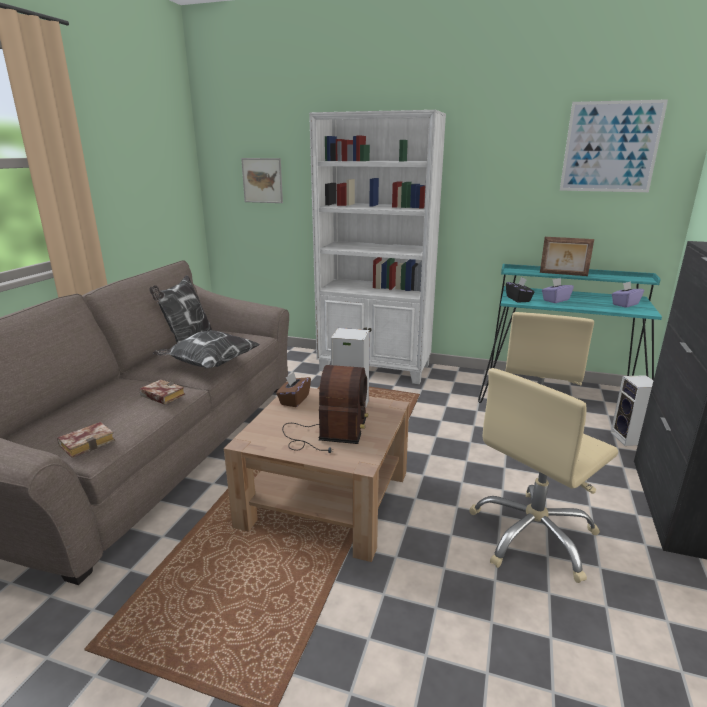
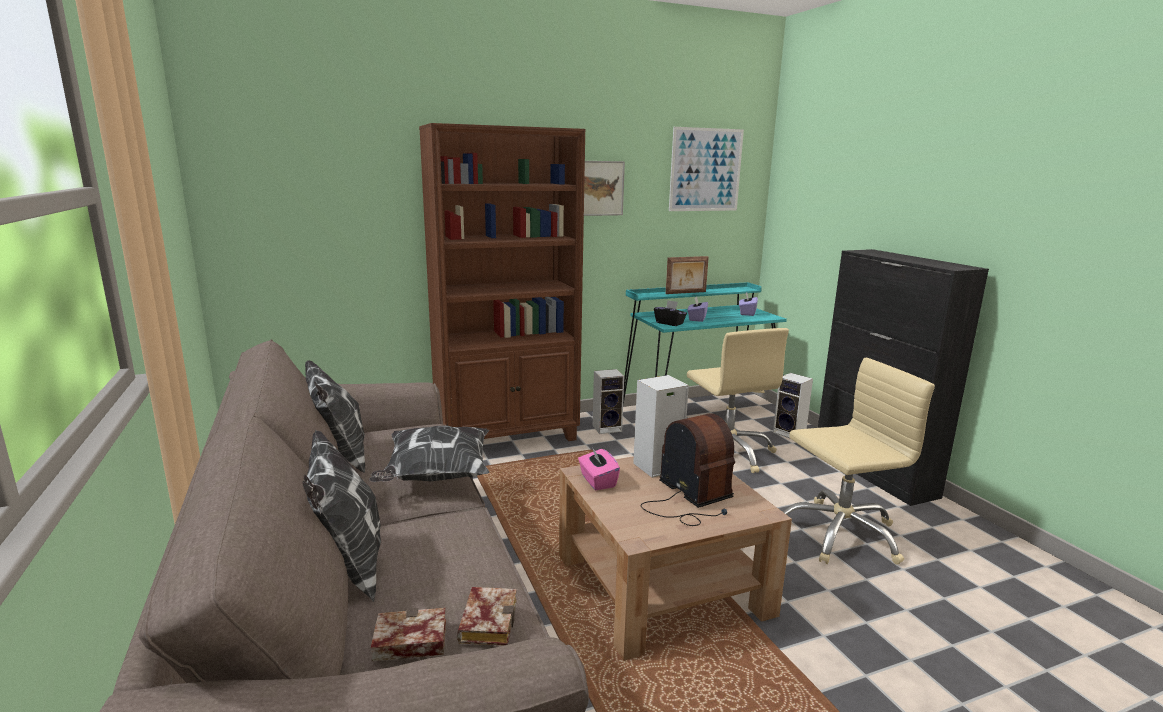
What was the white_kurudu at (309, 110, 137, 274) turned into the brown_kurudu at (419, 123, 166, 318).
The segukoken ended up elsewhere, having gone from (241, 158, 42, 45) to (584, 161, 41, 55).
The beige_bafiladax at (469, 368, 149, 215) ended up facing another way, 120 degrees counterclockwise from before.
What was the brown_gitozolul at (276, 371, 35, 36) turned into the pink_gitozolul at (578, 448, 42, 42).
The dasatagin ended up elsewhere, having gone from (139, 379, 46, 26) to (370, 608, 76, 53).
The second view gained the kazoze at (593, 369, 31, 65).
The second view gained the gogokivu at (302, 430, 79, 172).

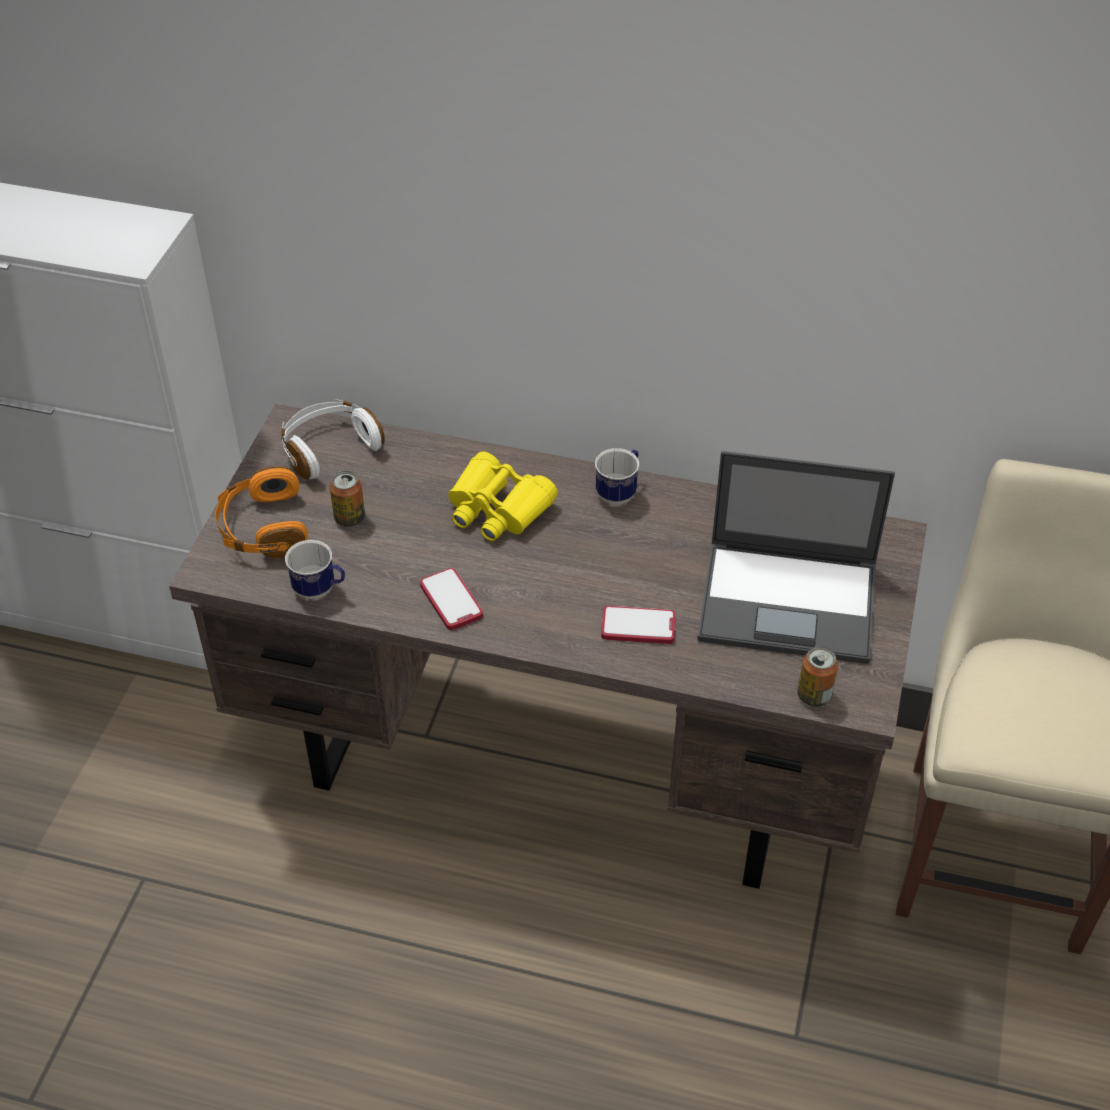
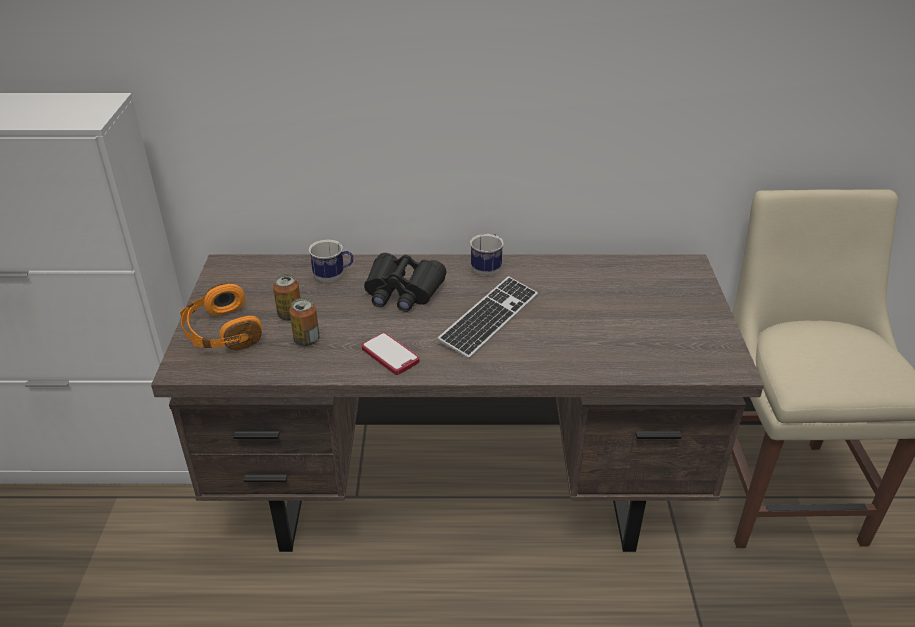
The second view lost the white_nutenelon at (281, 399, 104, 80).
The second view lost the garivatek at (697, 451, 198, 213).
What was the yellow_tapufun at (448, 452, 110, 89) turned into the black_tapufun at (364, 253, 83, 59).
The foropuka ended up elsewhere, having gone from (285, 540, 60, 59) to (309, 240, 44, 42).
The second view lost the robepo at (601, 606, 75, 38).
The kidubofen ended up elsewhere, having gone from (797, 646, 41, 61) to (289, 298, 31, 48).
The second view gained the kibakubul at (437, 276, 101, 83).

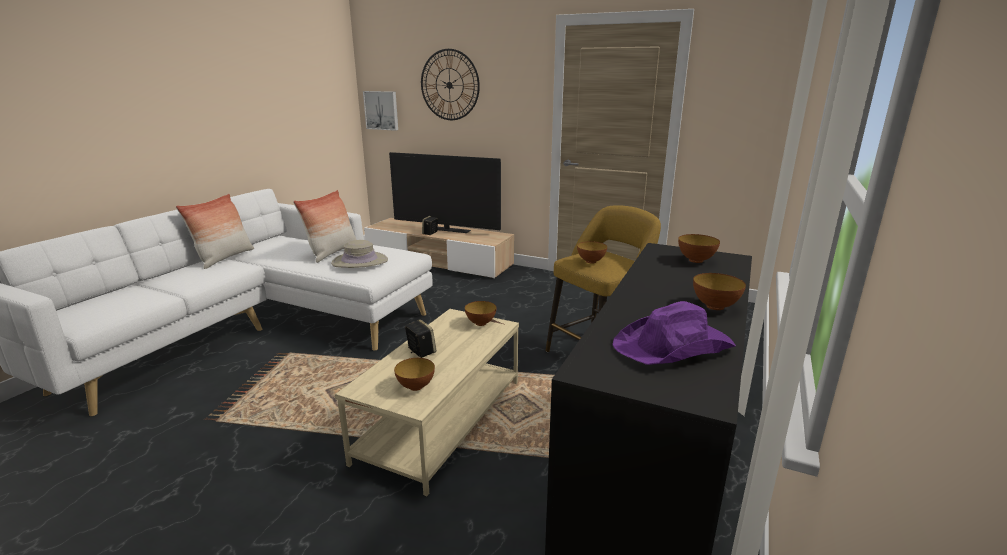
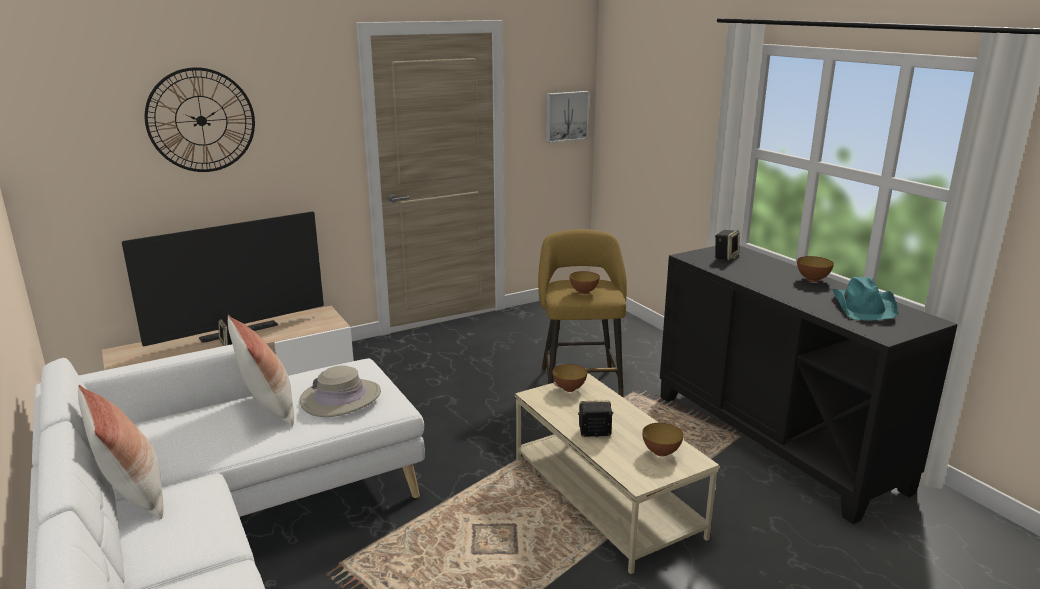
The segukoken ended up elsewhere, having gone from (363, 91, 35, 40) to (546, 91, 44, 52).
Where the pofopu stood at (678, 234, 42, 29), the kazoze came to stand at (715, 230, 24, 30).
What was the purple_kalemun at (612, 301, 124, 64) turned into the turquoise_kalemun at (832, 277, 66, 44).

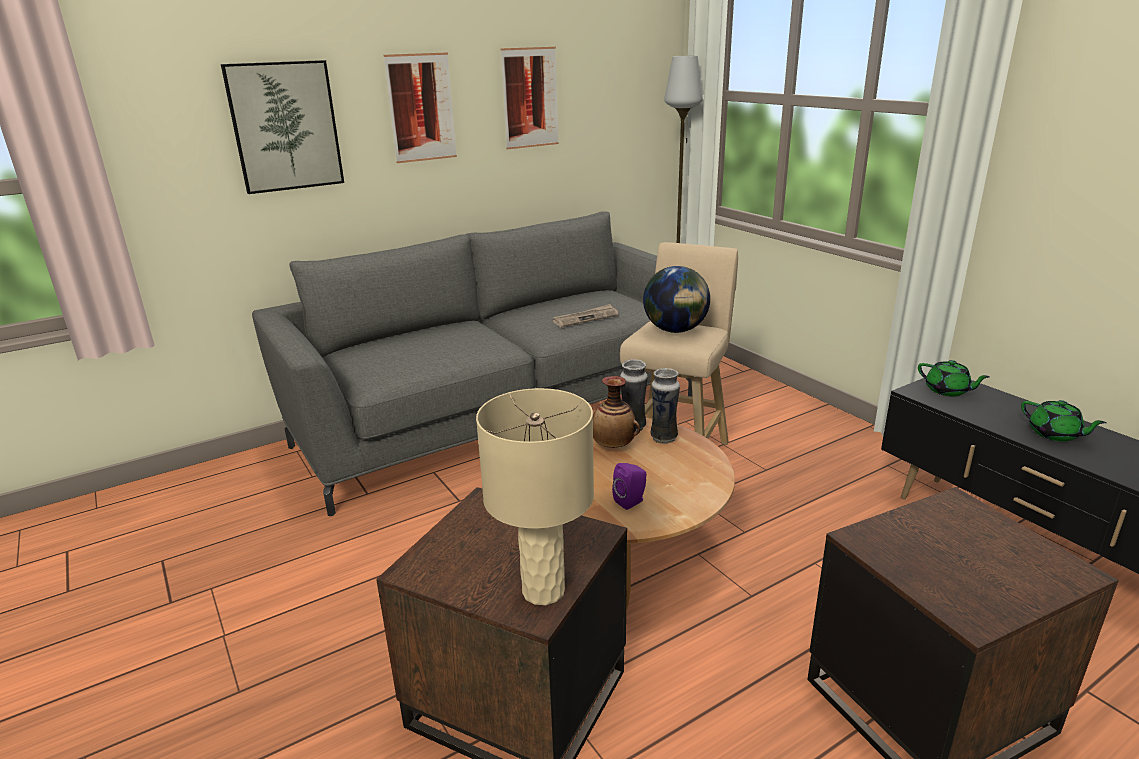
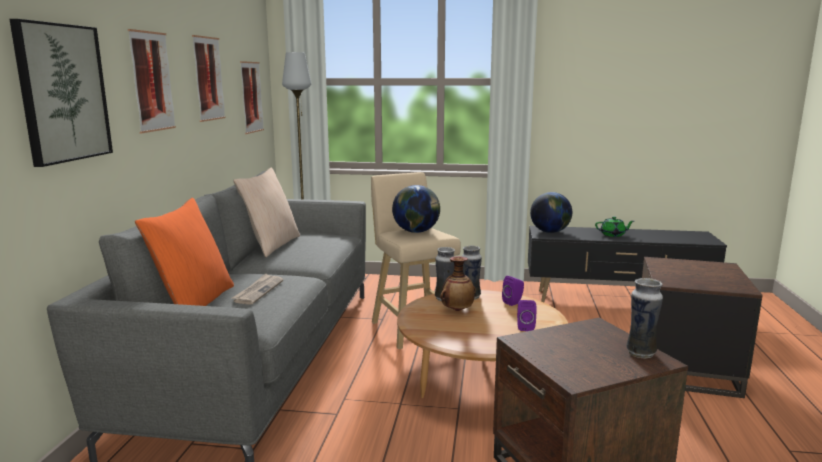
The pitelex ended up elsewhere, having gone from (552, 304, 66, 23) to (232, 274, 51, 31).
Where the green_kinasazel stood at (918, 360, 72, 36), the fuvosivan came to stand at (530, 192, 42, 41).
Where the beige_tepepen stood at (476, 388, 118, 217), the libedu came to stand at (626, 278, 37, 81).
The second view gained the segukoken at (240, 61, 24, 73).
The second view gained the beige_gogokivu at (233, 167, 67, 90).
The second view gained the orange_gogokivu at (135, 198, 99, 108).
The second view gained the purple_kazoze at (502, 276, 22, 30).

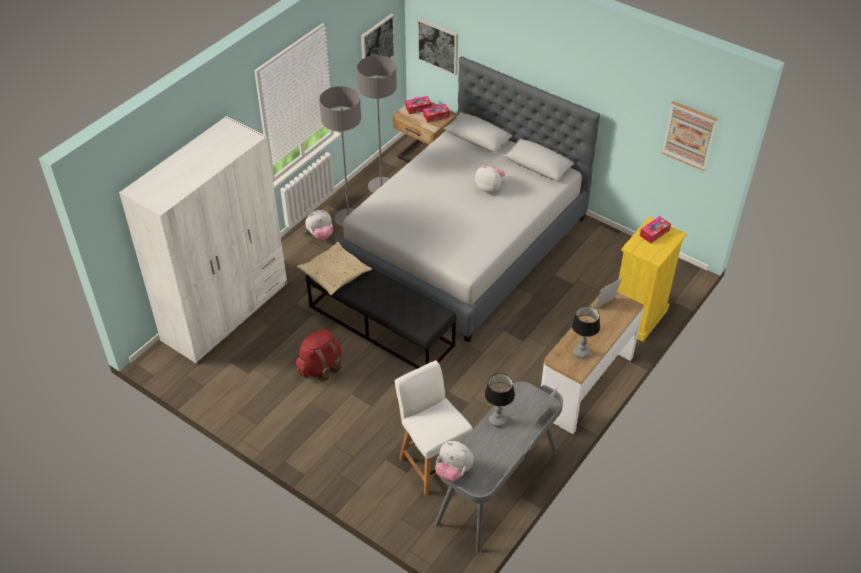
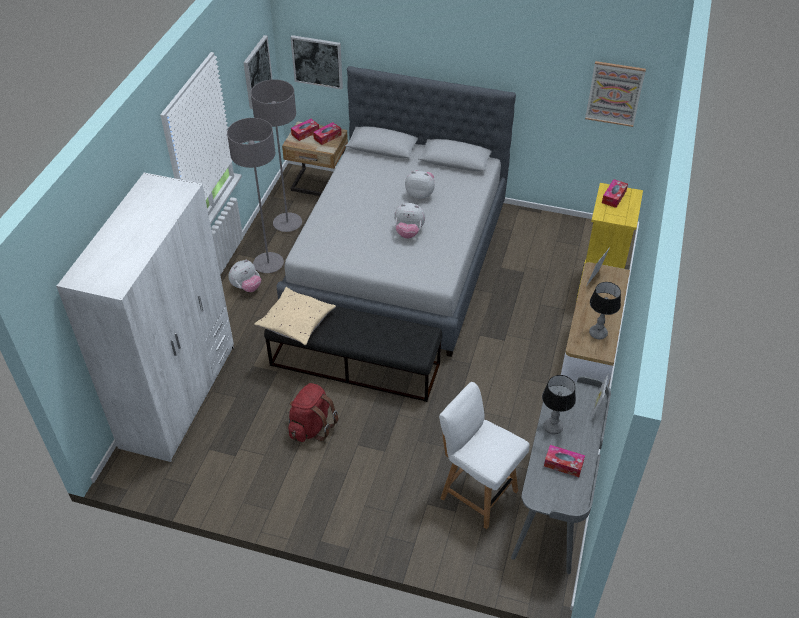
The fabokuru ended up elsewhere, having gone from (435, 441, 39, 41) to (394, 203, 31, 36).
The second view gained the gitozolul at (544, 445, 41, 32).

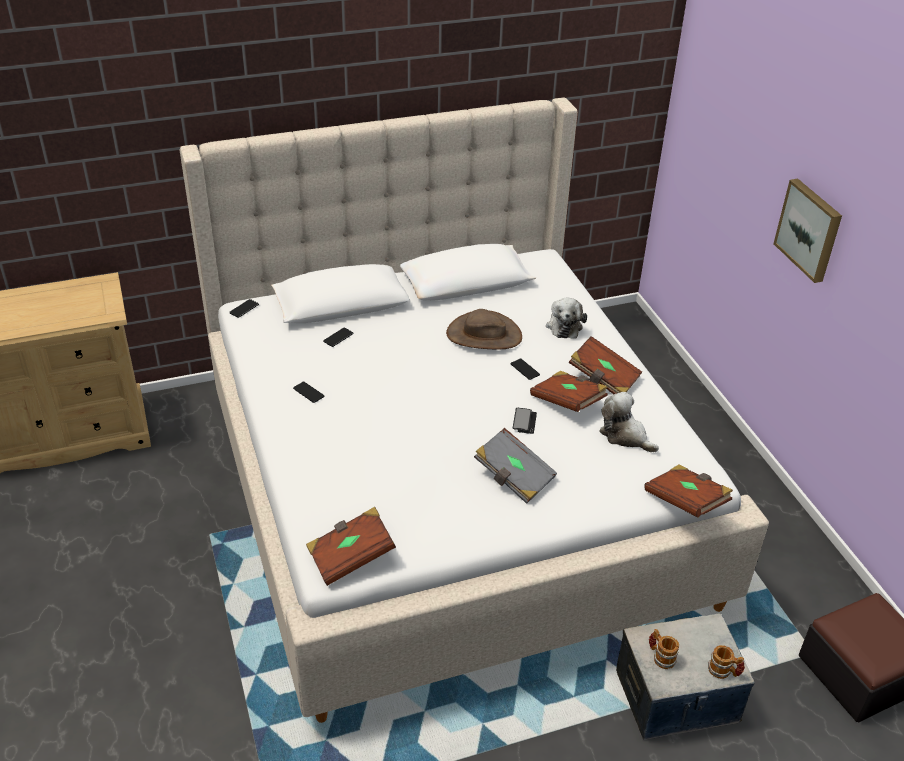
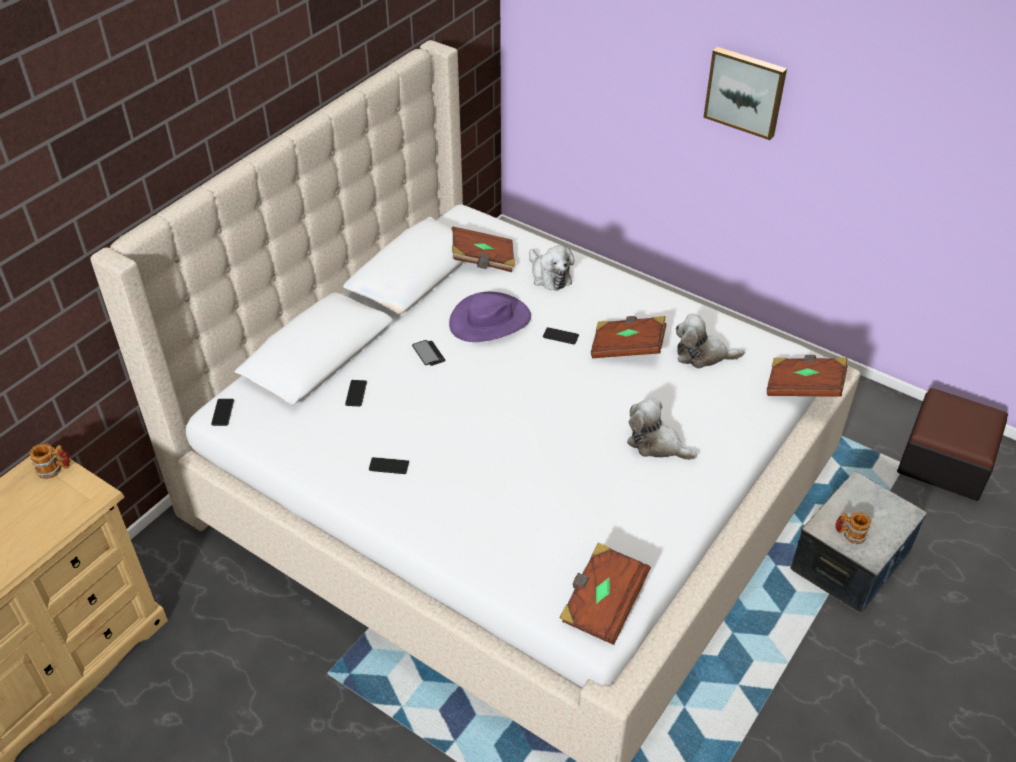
What was the brown_kalemun at (446, 309, 76, 40) turned into the purple_kalemun at (449, 292, 82, 50).
The brown_dasatagin ended up elsewhere, having gone from (568, 336, 74, 58) to (452, 227, 63, 45).
The robepo ended up elsewhere, having gone from (513, 408, 24, 26) to (412, 340, 33, 26).
Where the grey_dasatagin stood at (474, 428, 83, 76), the fabokuru came to stand at (627, 397, 70, 63).
The foropuka ended up elsewhere, having gone from (708, 645, 37, 34) to (30, 443, 40, 36).

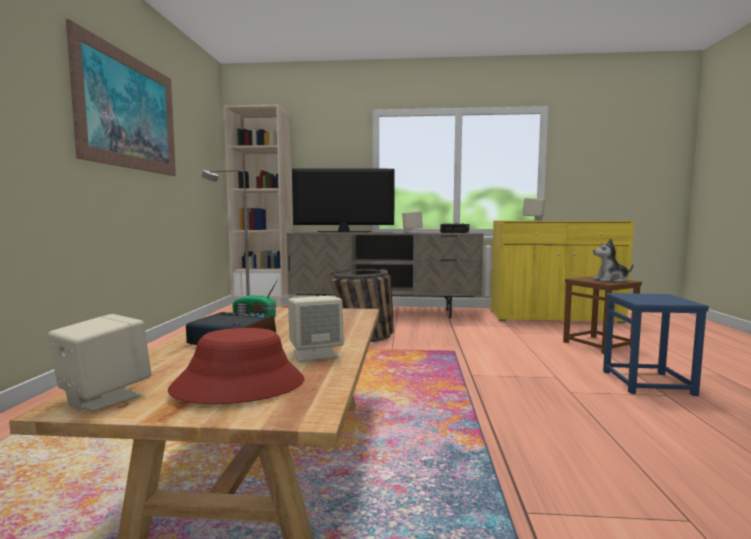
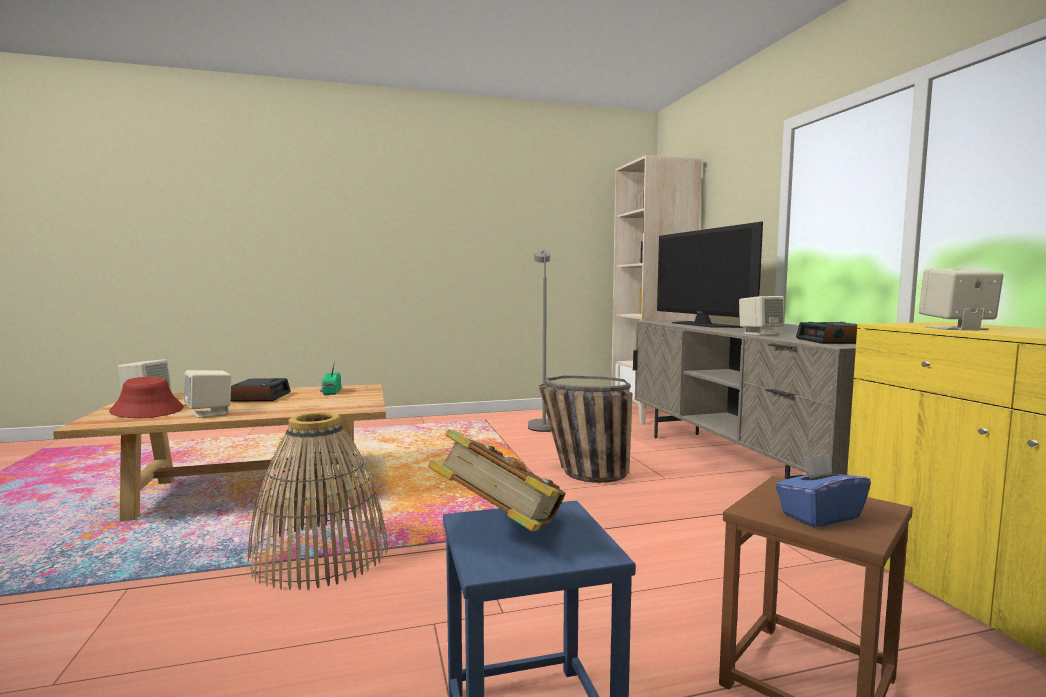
The second view lost the segukoken at (66, 19, 110, 157).
Where the fabokuru stood at (592, 239, 42, 43), the blue_gitozolul came to stand at (775, 453, 96, 74).
The second view gained the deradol at (247, 412, 141, 178).
The second view gained the dasatagin at (428, 429, 138, 102).

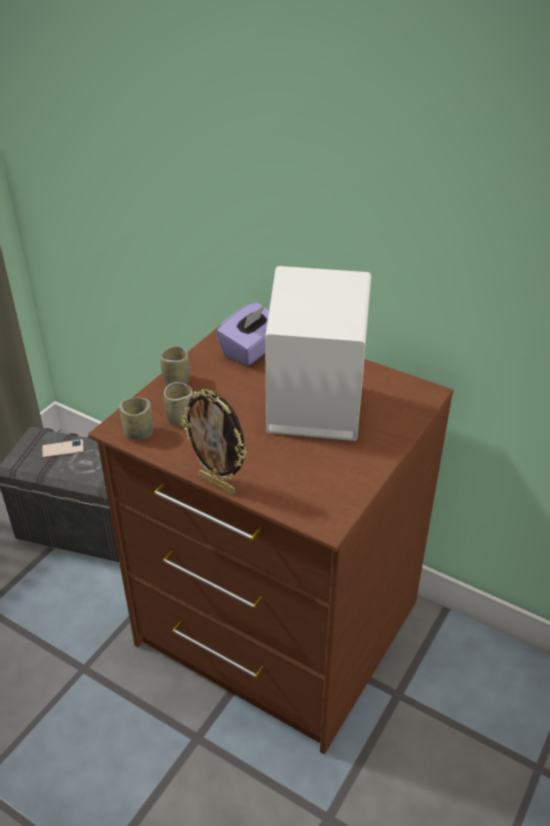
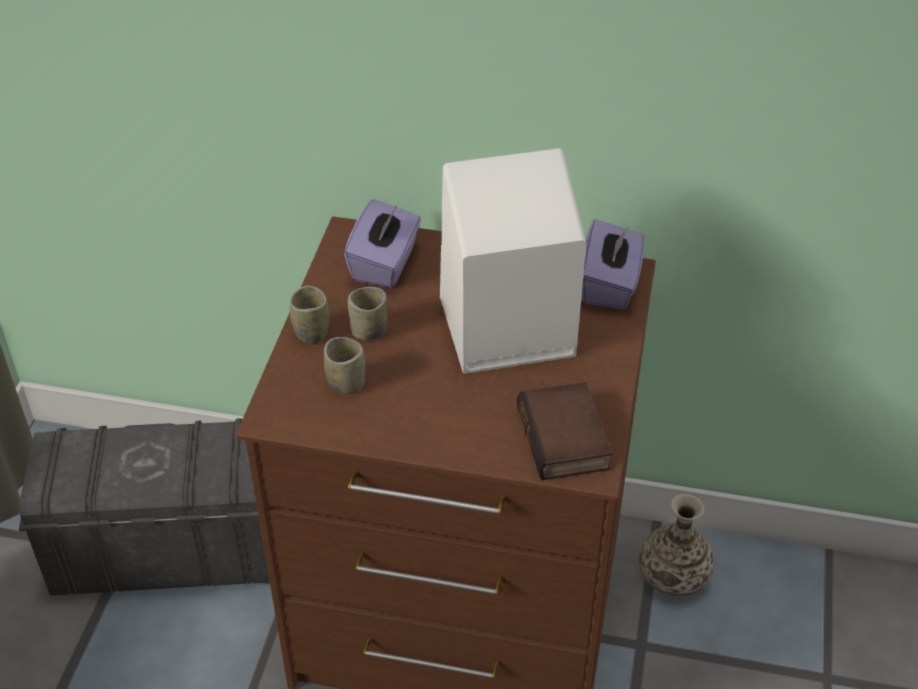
The second view lost the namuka at (180, 389, 67, 106).
The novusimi ended up elsewhere, having gone from (119, 397, 34, 43) to (348, 287, 39, 53).
The second view lost the robepo at (42, 439, 42, 19).
The second view gained the purple_gitozolul at (582, 219, 62, 90).
The second view gained the dasatagin at (517, 382, 95, 98).
The second view gained the libedu at (639, 494, 75, 102).

